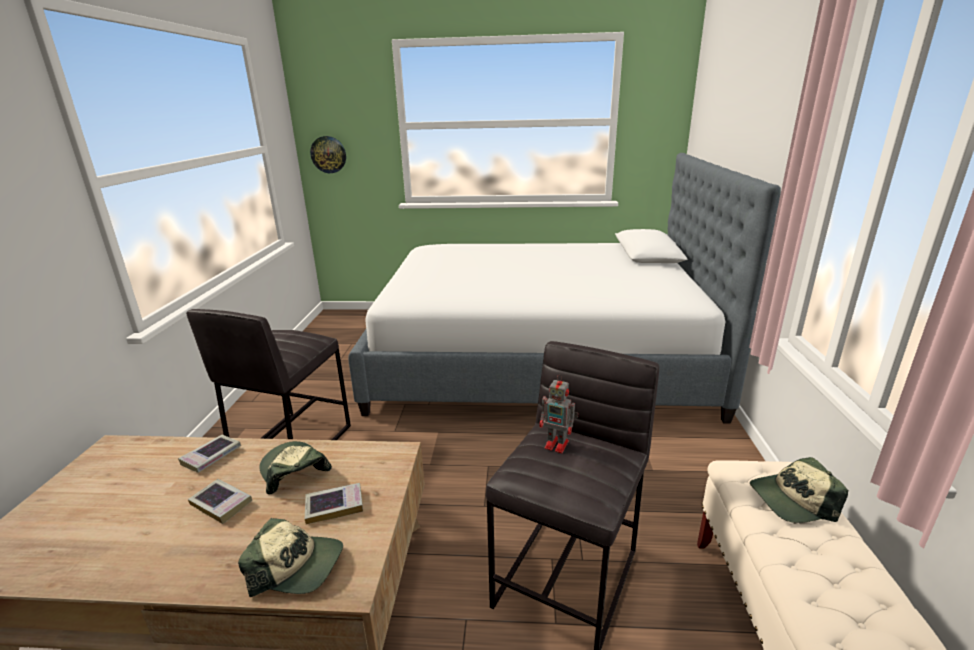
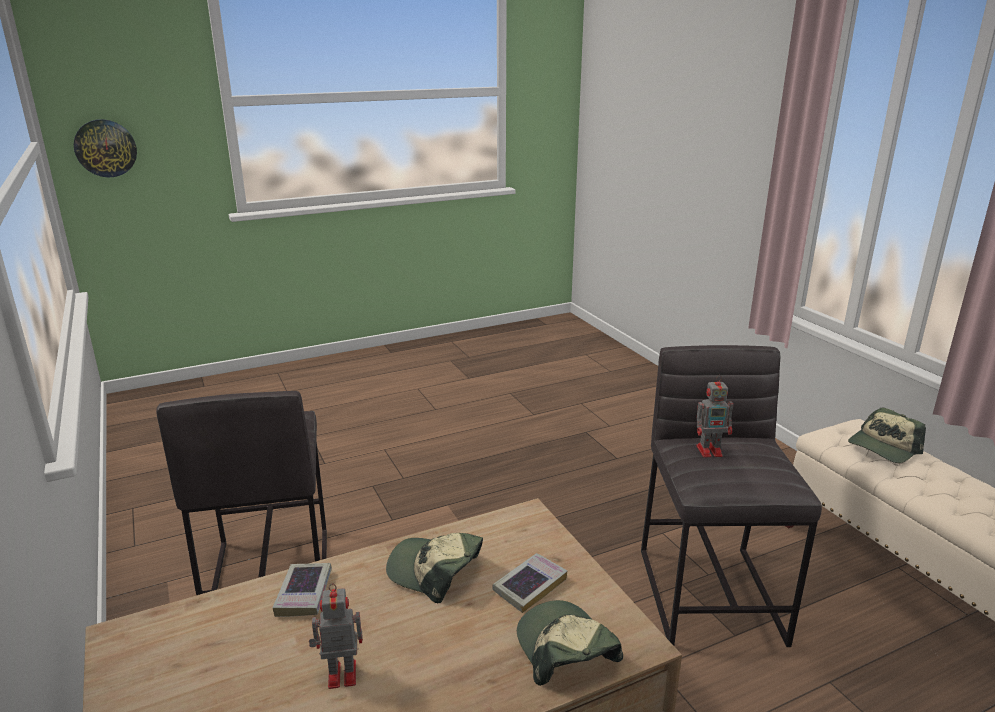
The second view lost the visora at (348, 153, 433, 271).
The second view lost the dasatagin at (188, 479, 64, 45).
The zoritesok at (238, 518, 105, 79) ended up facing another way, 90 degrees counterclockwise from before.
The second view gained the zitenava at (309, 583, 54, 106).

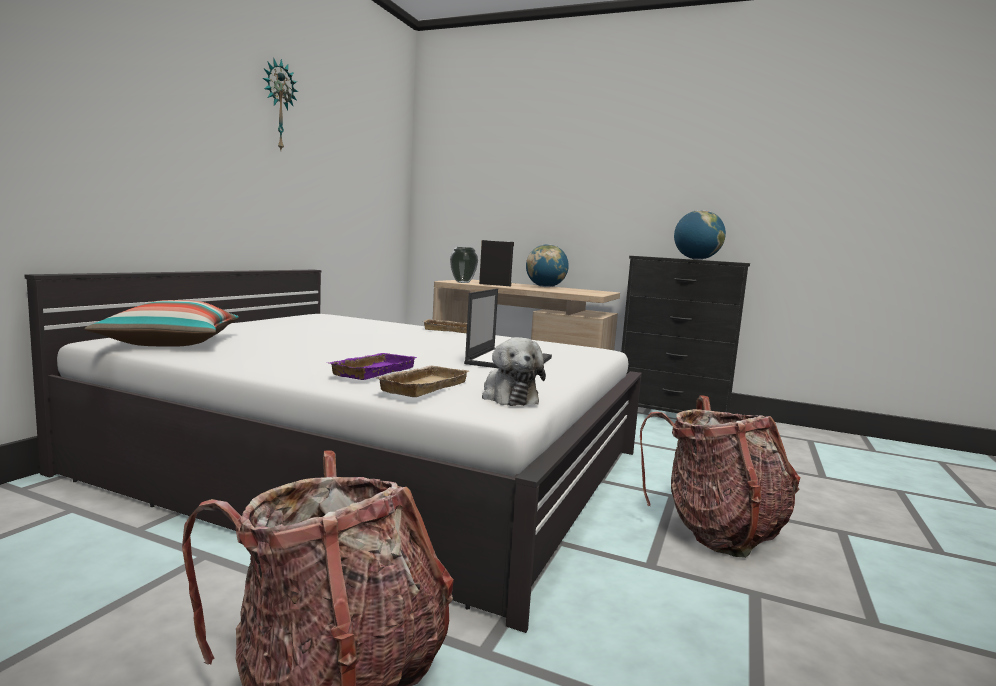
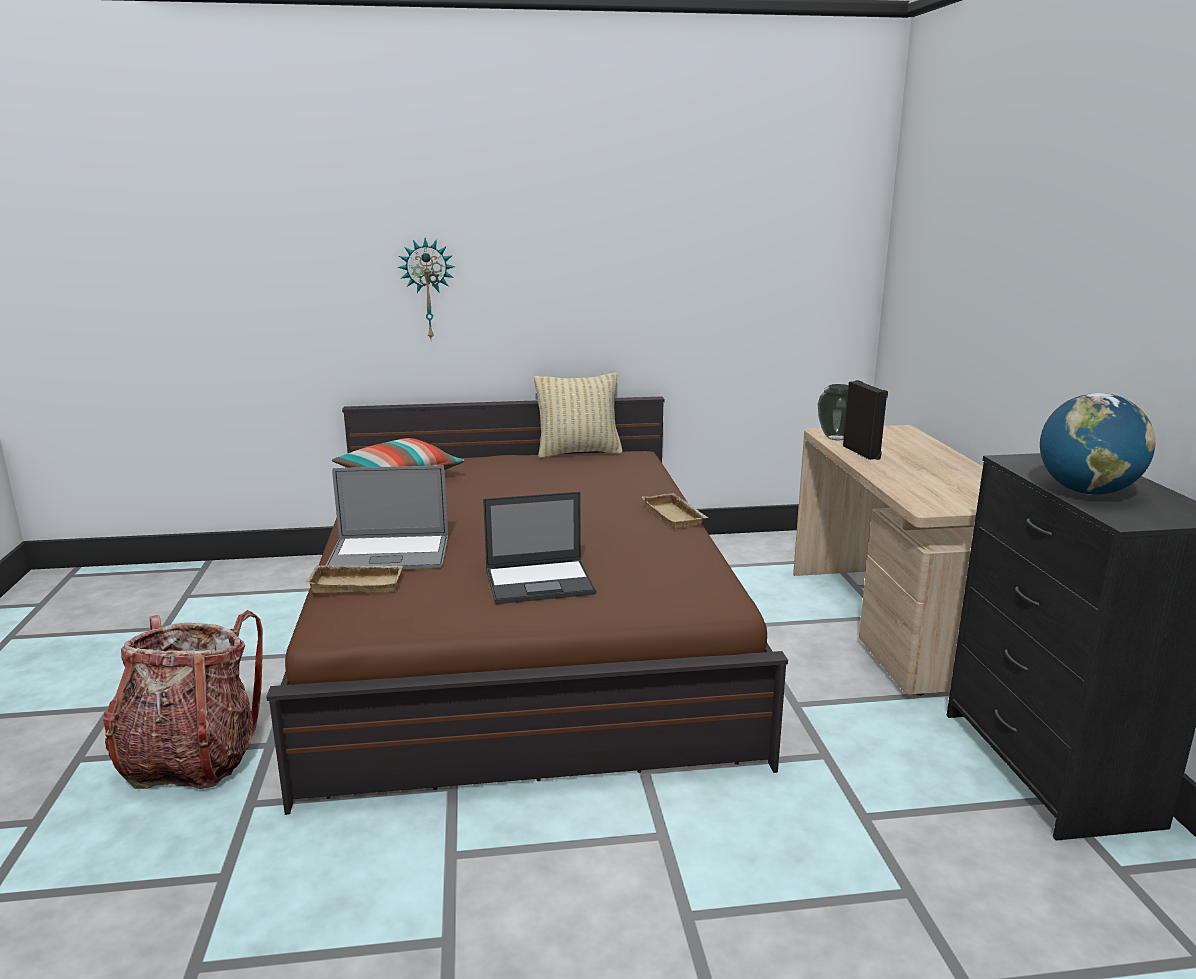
The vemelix ended up elsewhere, having gone from (263, 59, 35, 91) to (398, 238, 57, 101).
The second view lost the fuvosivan at (526, 244, 43, 43).
What was the white_visora at (24, 270, 618, 363) turned into the brown_visora at (266, 396, 522, 419).
The second view lost the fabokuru at (482, 337, 64, 69).
Where the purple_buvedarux stood at (326, 353, 91, 27), the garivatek came to stand at (326, 465, 122, 104).
The second view lost the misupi at (640, 395, 160, 163).
The second view gained the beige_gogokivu at (534, 373, 89, 85).

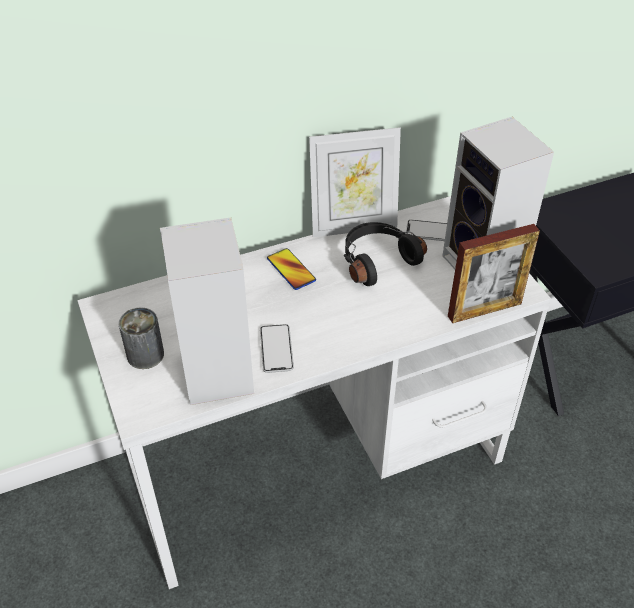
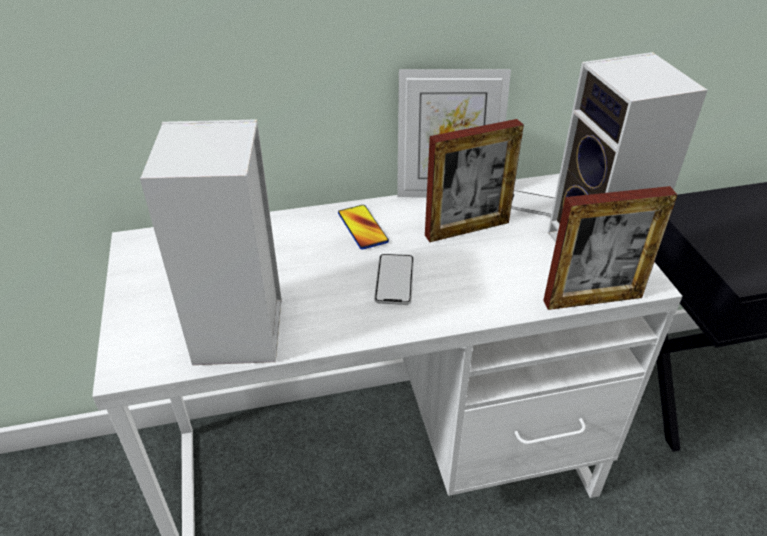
Where the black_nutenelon stood at (344, 222, 83, 64), the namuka came to stand at (425, 119, 99, 123).
The second view lost the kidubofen at (118, 307, 46, 62).
The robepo ended up elsewhere, having gone from (260, 324, 34, 49) to (374, 254, 40, 51).

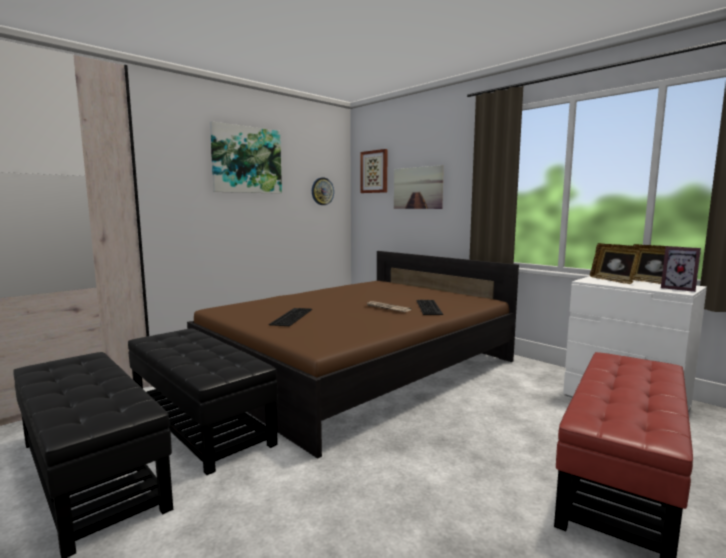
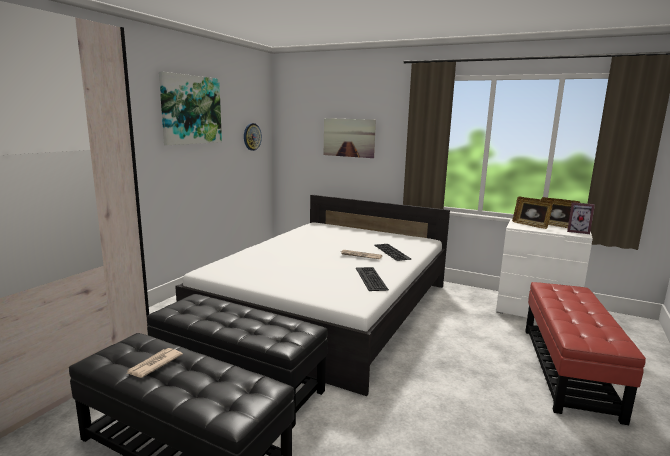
The second view lost the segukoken at (360, 149, 28, 44).
What was the brown_visora at (187, 251, 332, 208) turned into the white_visora at (175, 195, 275, 201).
The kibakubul ended up elsewhere, having gone from (269, 308, 43, 18) to (356, 267, 33, 24).
The second view gained the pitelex at (126, 348, 57, 30).

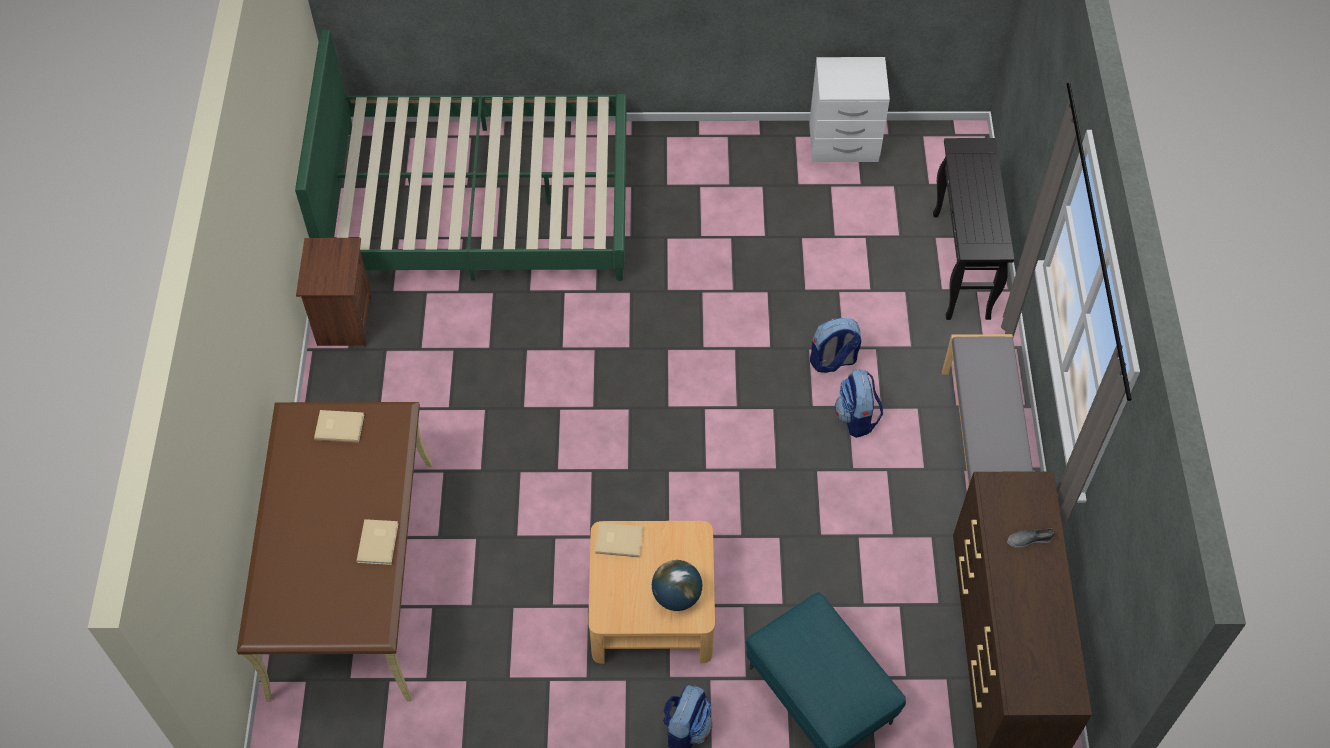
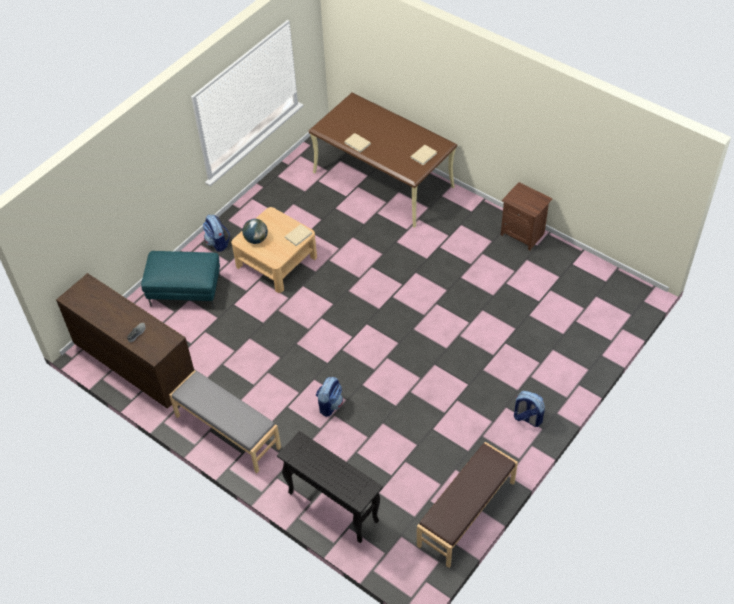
The second view lost the green_visora at (295, 30, 331, 251).
Where the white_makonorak stood at (809, 57, 81, 105), the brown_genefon came to stand at (417, 442, 101, 126).
The misupi ended up elsewhere, having gone from (835, 369, 48, 69) to (514, 391, 31, 36).

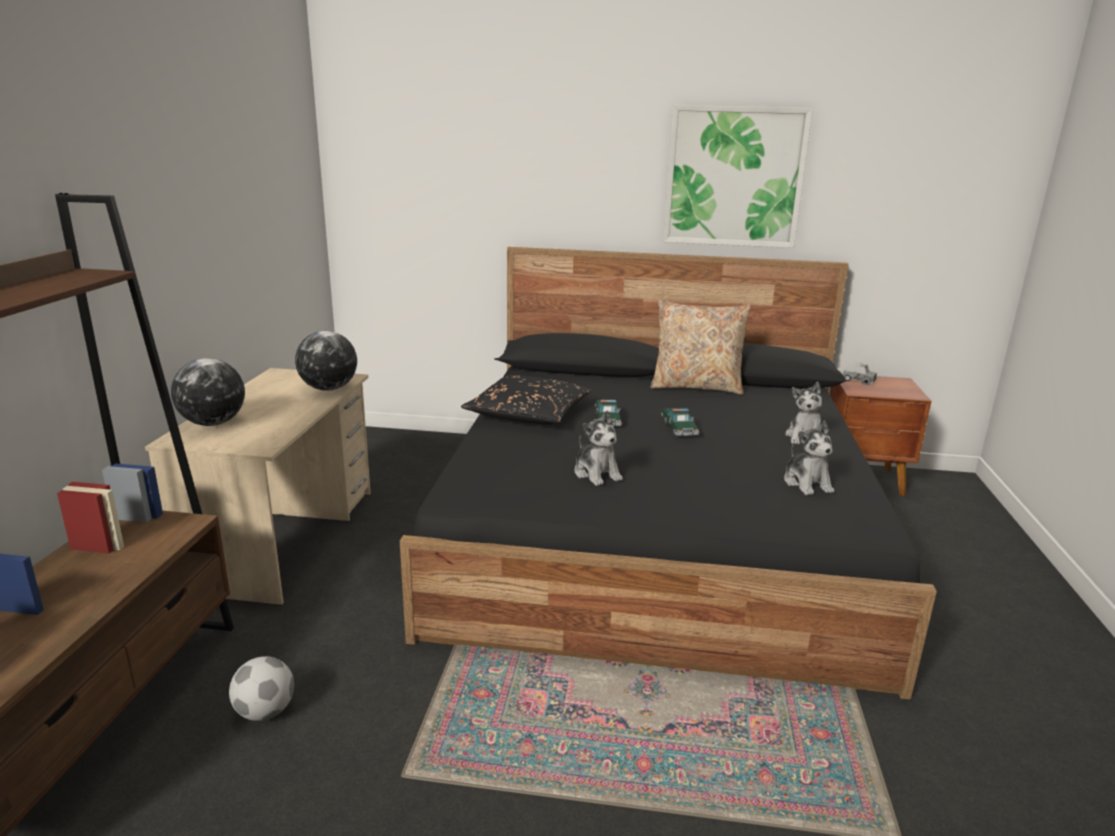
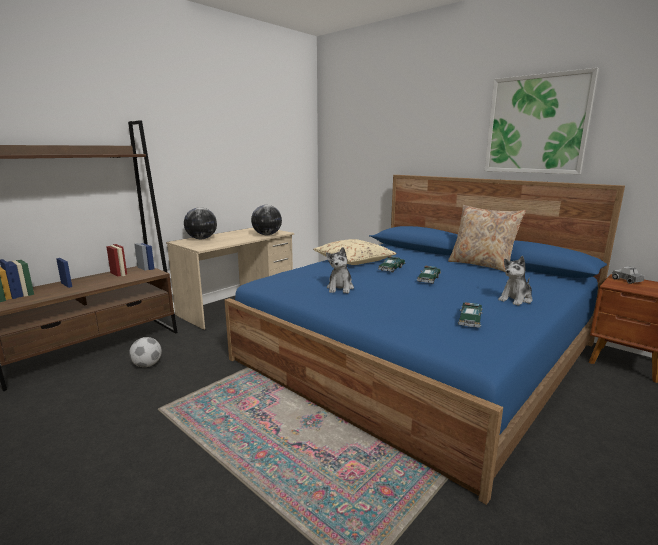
What was the black_visora at (400, 247, 537, 453) turned into the blue_visora at (225, 175, 400, 330).
What was the black_gogokivu at (461, 375, 131, 50) turned into the beige_gogokivu at (313, 239, 84, 26).
Where the fabokuru stood at (784, 421, 50, 74), the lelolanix came to stand at (458, 302, 25, 26).

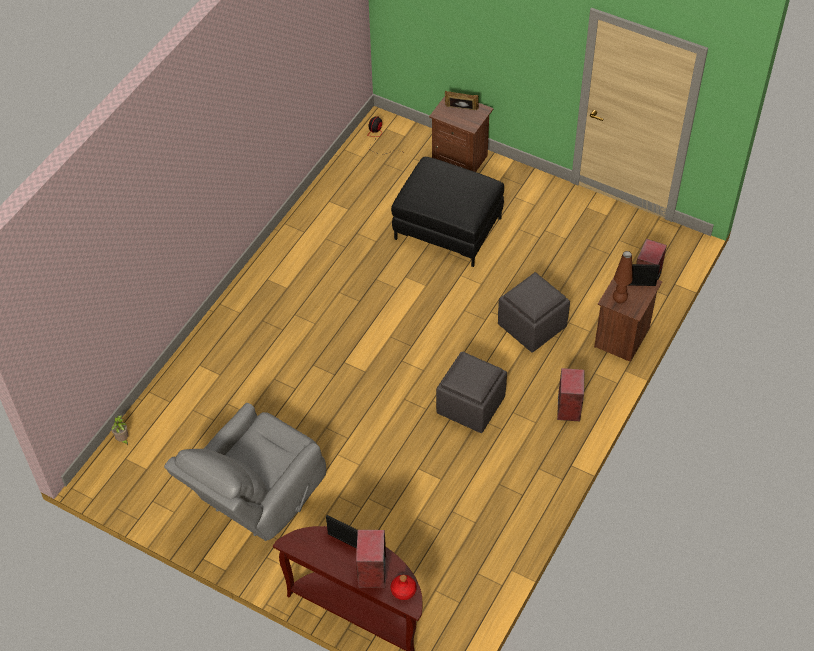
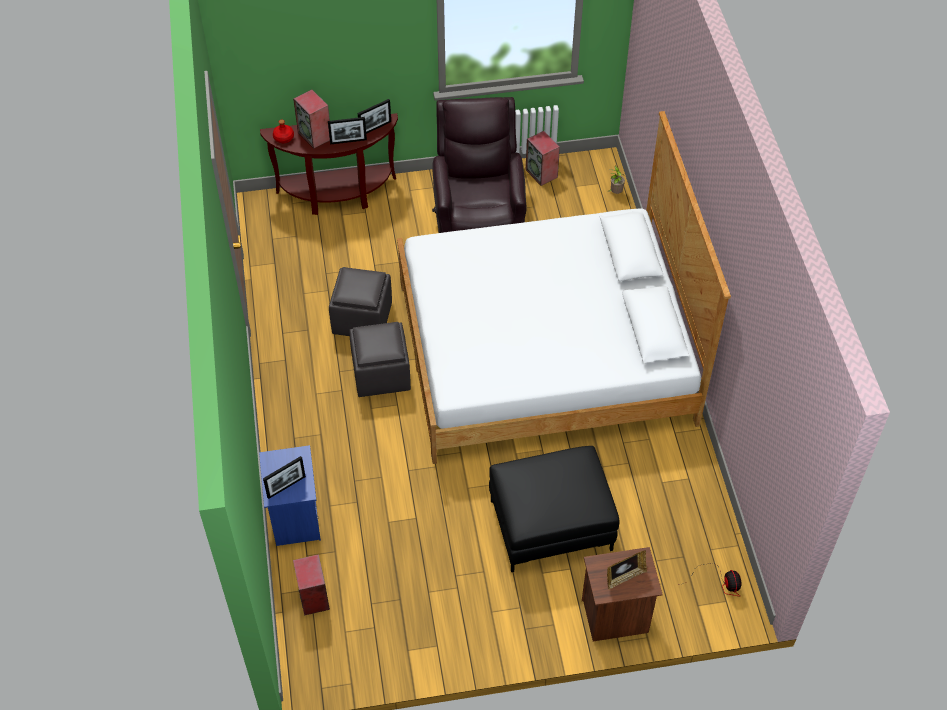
The second view lost the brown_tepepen at (613, 251, 20, 52).
The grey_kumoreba ended up elsewhere, having gone from (498, 272, 72, 81) to (329, 267, 63, 69).
What was the brown_makonorak at (594, 278, 68, 84) turned into the blue_makonorak at (259, 445, 62, 101).
The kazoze ended up elsewhere, having gone from (557, 368, 28, 53) to (526, 131, 34, 55).
What was the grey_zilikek at (164, 403, 162, 138) turned into the brown_zilikek at (432, 97, 95, 136).
The second view gained the namuka at (358, 99, 33, 35).
The second view gained the visora at (397, 111, 334, 353).

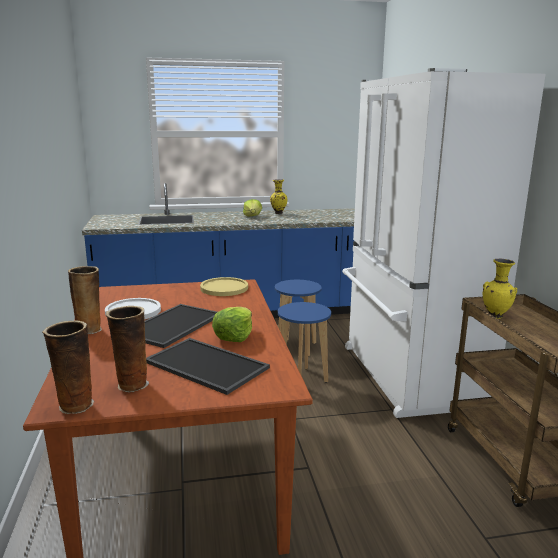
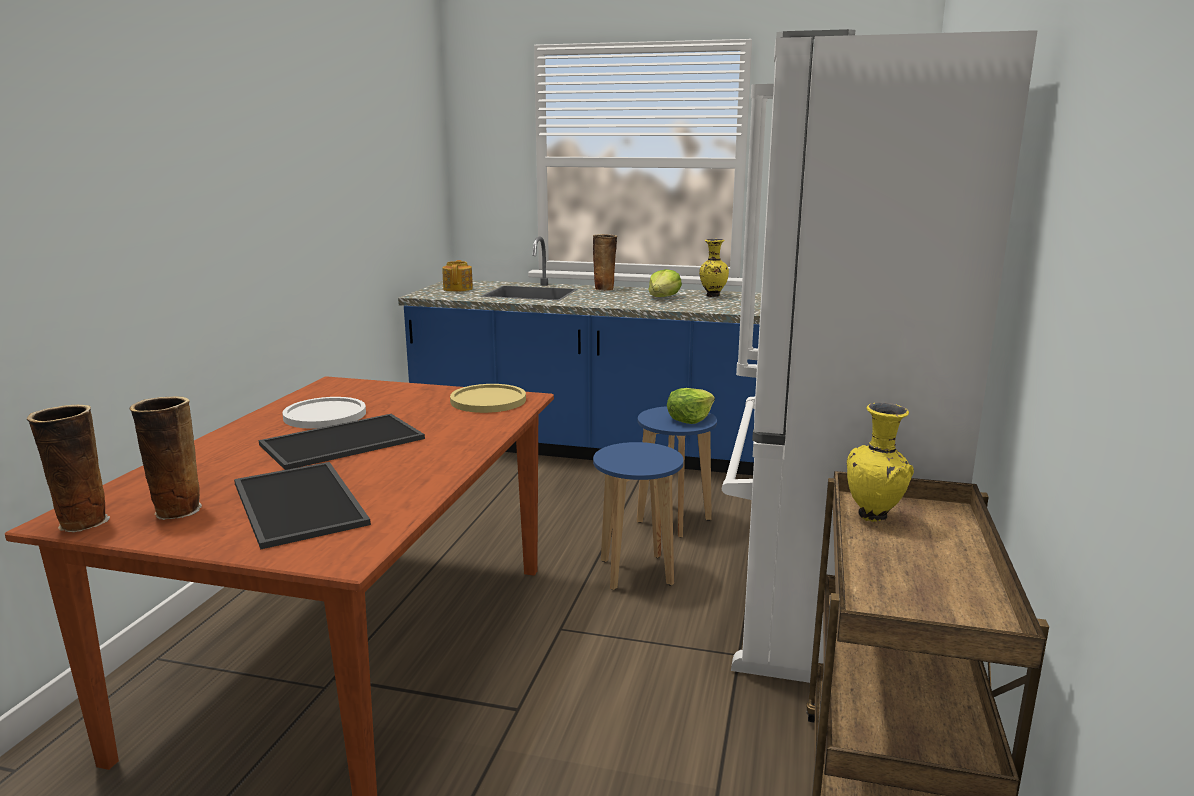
The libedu ended up elsewhere, having gone from (68, 266, 34, 68) to (593, 234, 24, 57).
The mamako ended up elsewhere, having gone from (212, 307, 40, 35) to (667, 388, 48, 36).
The second view gained the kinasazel at (442, 260, 31, 32).

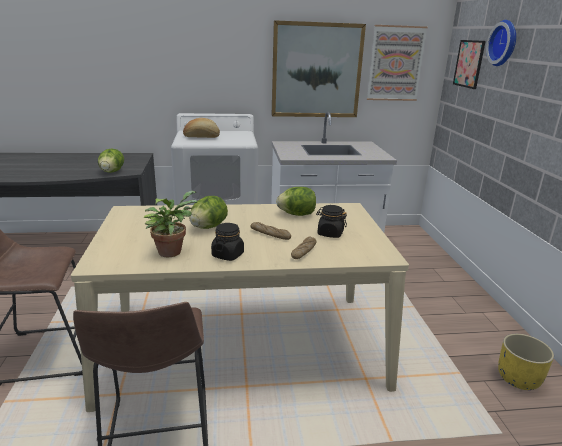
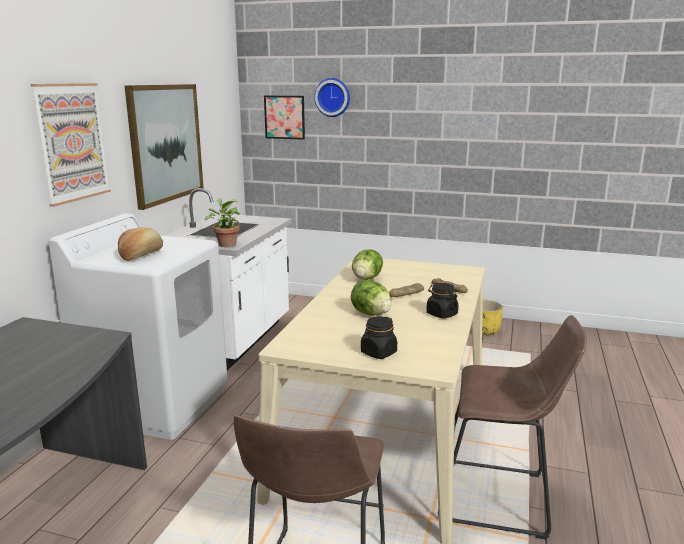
The segukoken ended up elsewhere, having gone from (367, 25, 60, 76) to (31, 83, 80, 124).
The second view lost the mamako at (98, 149, 26, 24).
The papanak ended up elsewhere, having gone from (144, 191, 53, 66) to (204, 198, 37, 49).
The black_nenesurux ended up elsewhere, having gone from (316, 205, 31, 33) to (361, 316, 36, 43).

